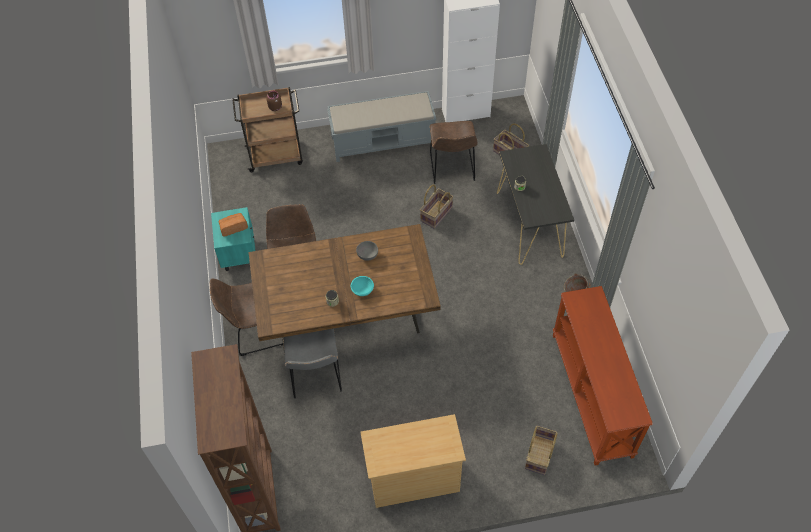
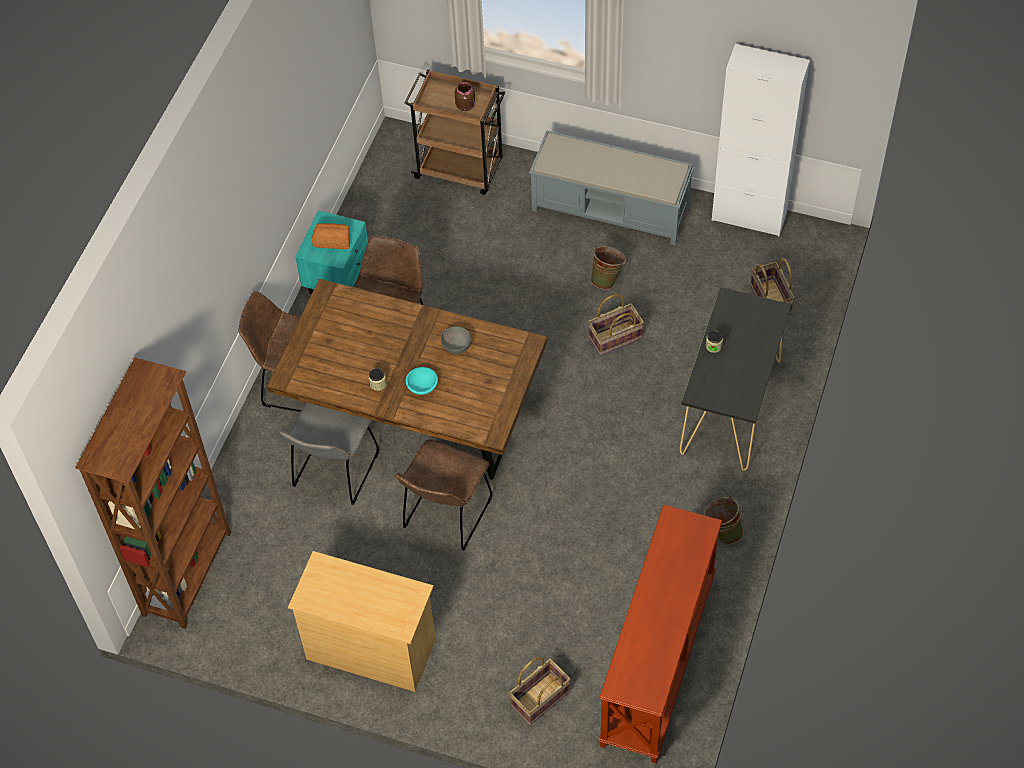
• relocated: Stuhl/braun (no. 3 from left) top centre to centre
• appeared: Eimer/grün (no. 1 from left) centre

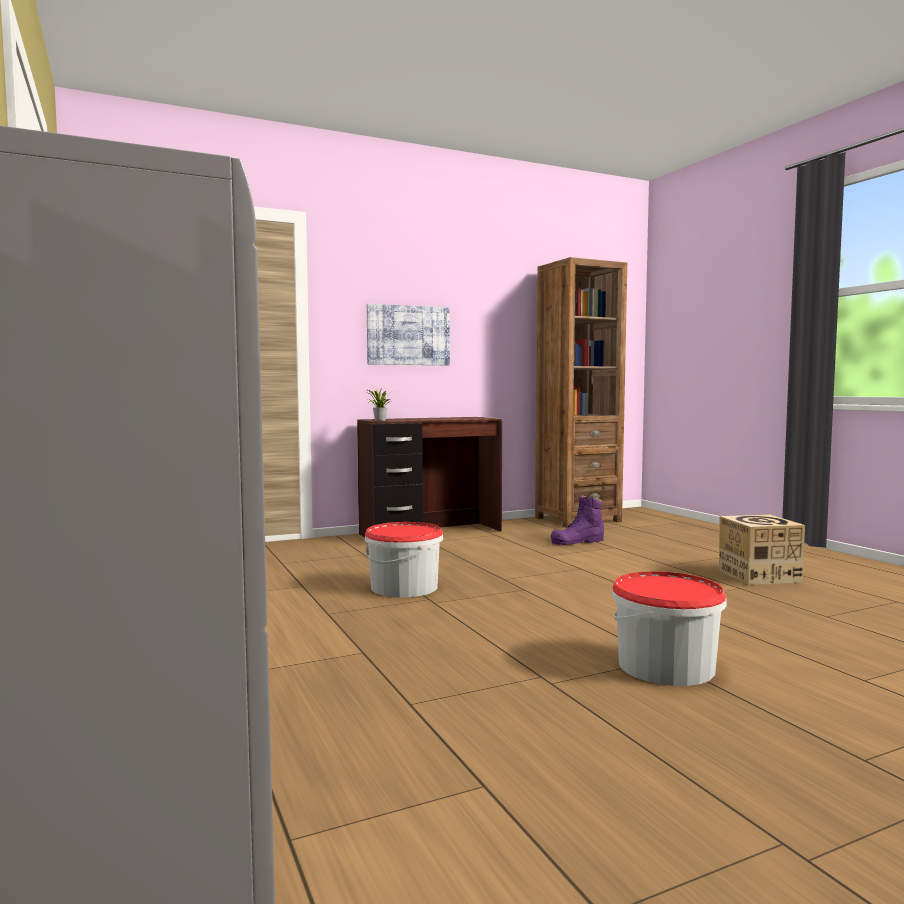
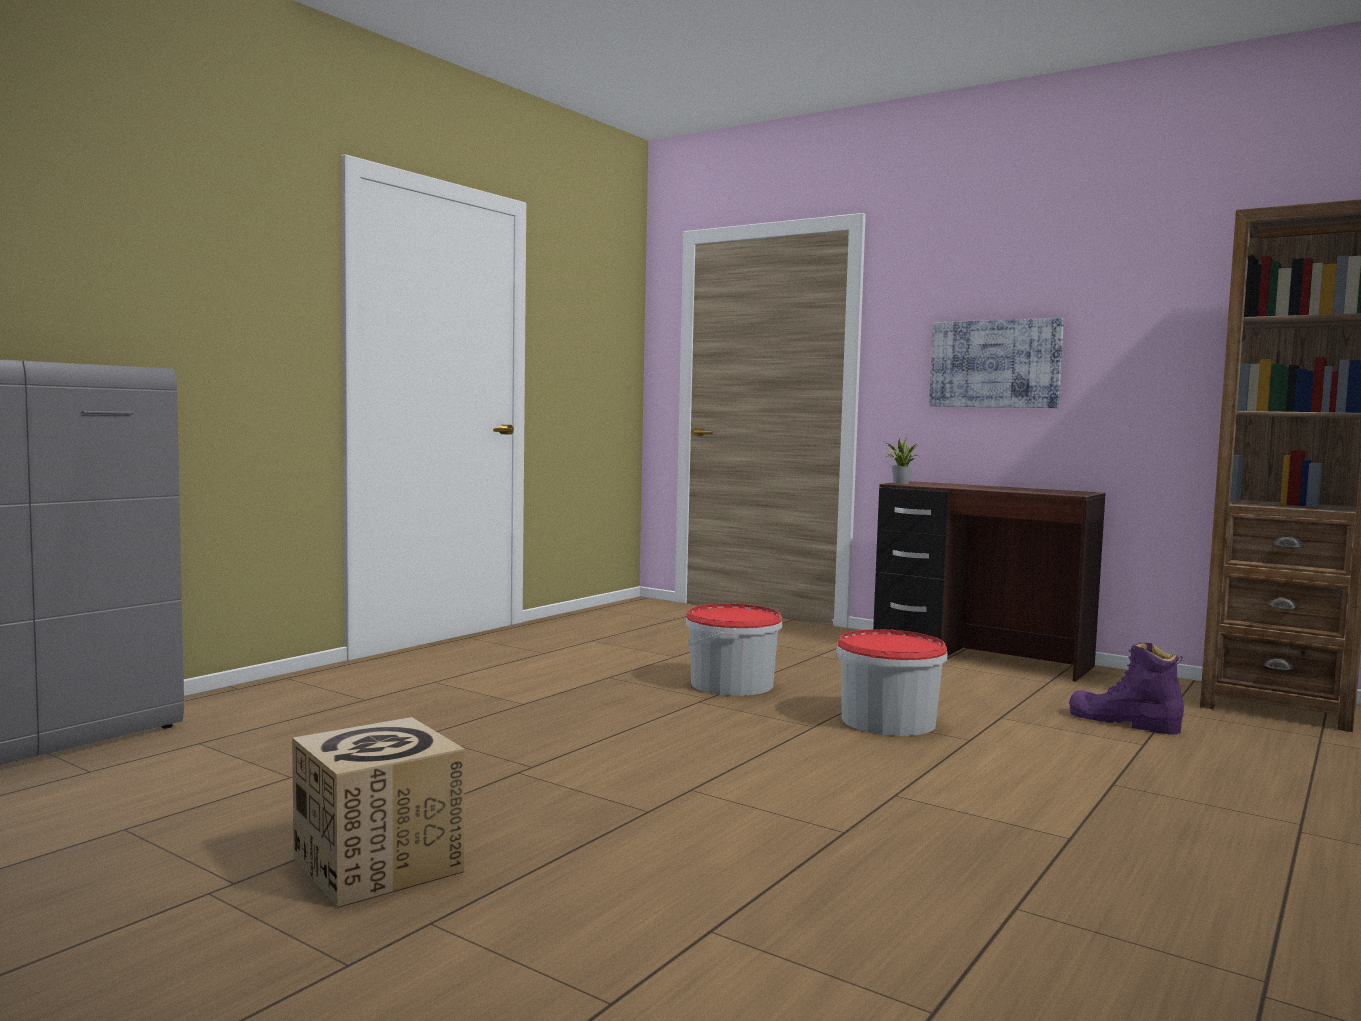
• relocated: Karton middle right to bottom left
• relocated: Eimer (no. 2 from left) bottom right to bottom centre

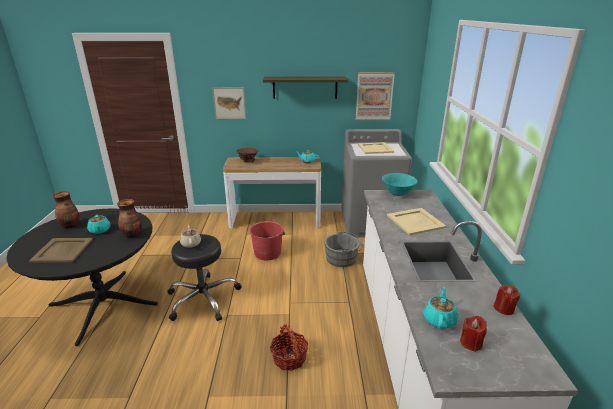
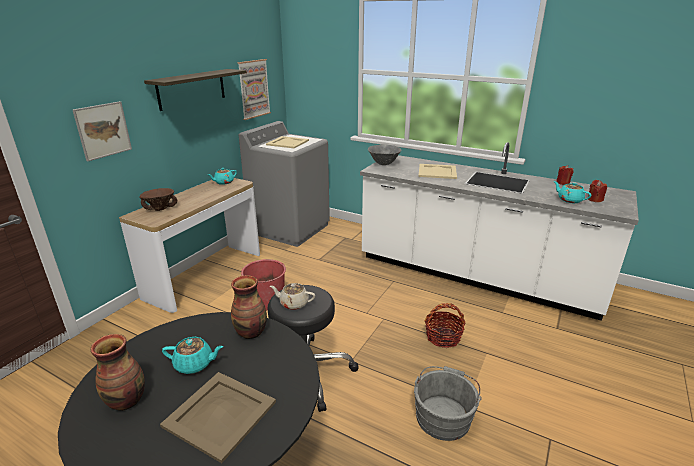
• colour: Schüssel/türkis centre to Schüssel/grau top centre
• relocated: Eimer/grau centre to bottom centre

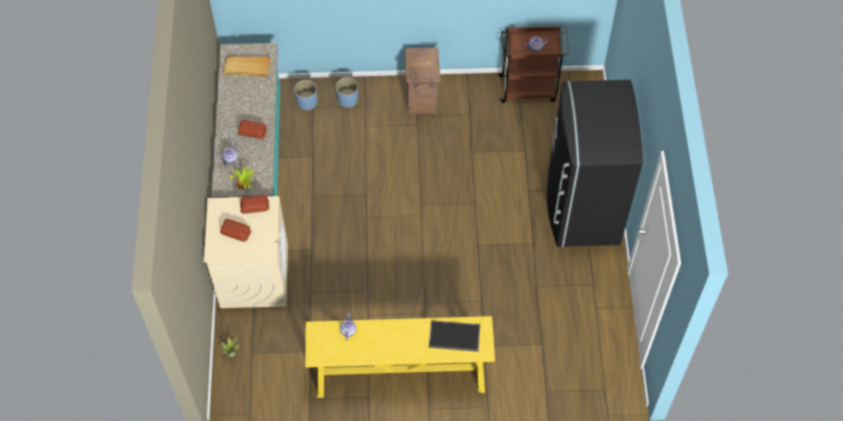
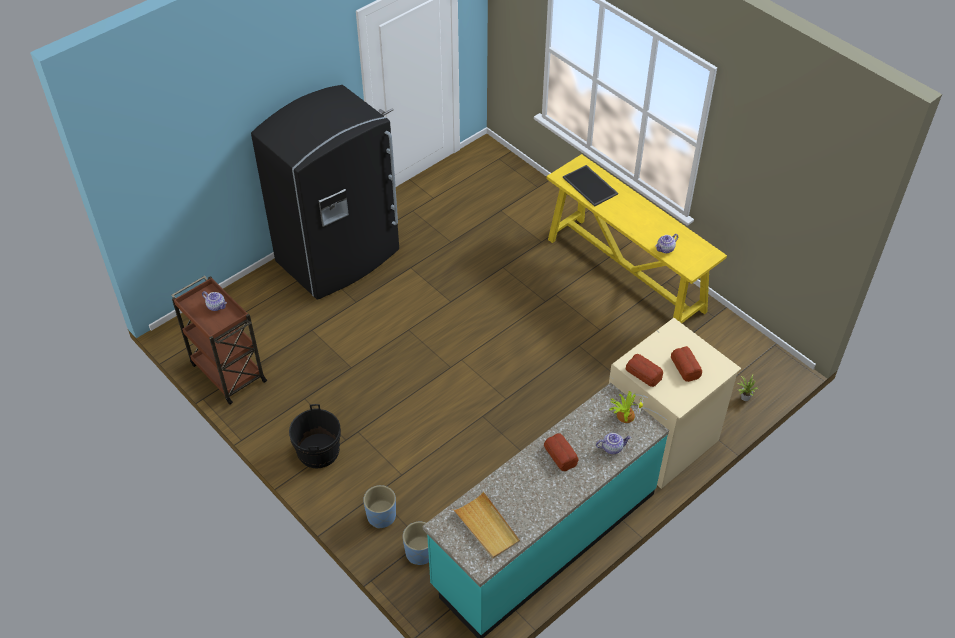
• exchanged: Kiste top centre to Eimer/schwarz bottom left

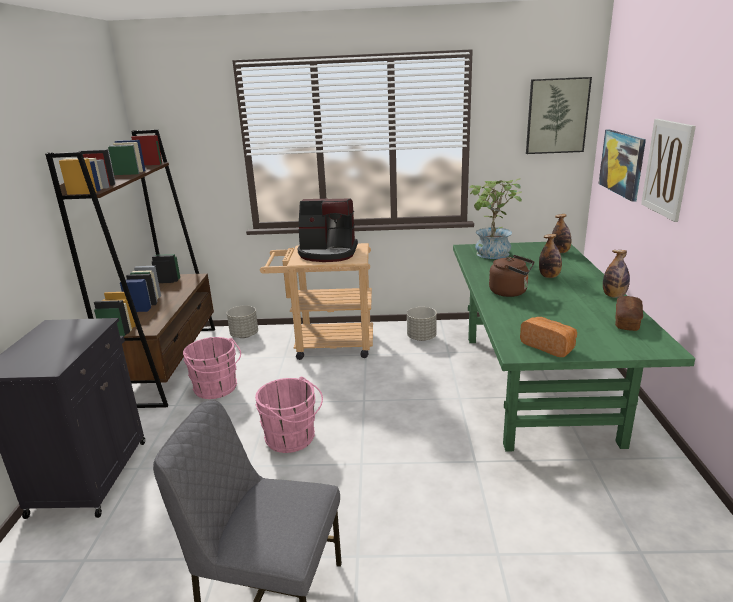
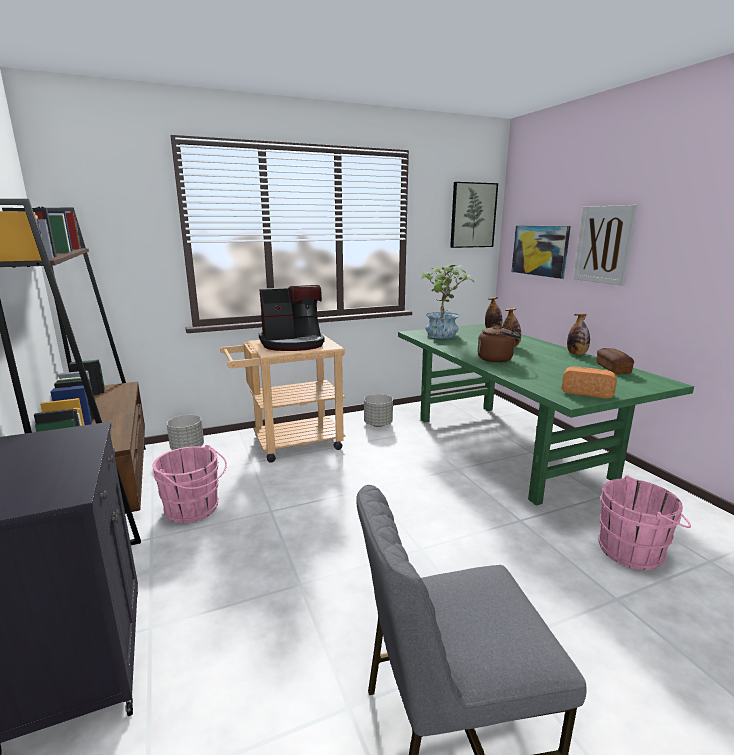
• relocated: Eimer/rosa (no. 2 from left) bottom centre to bottom right

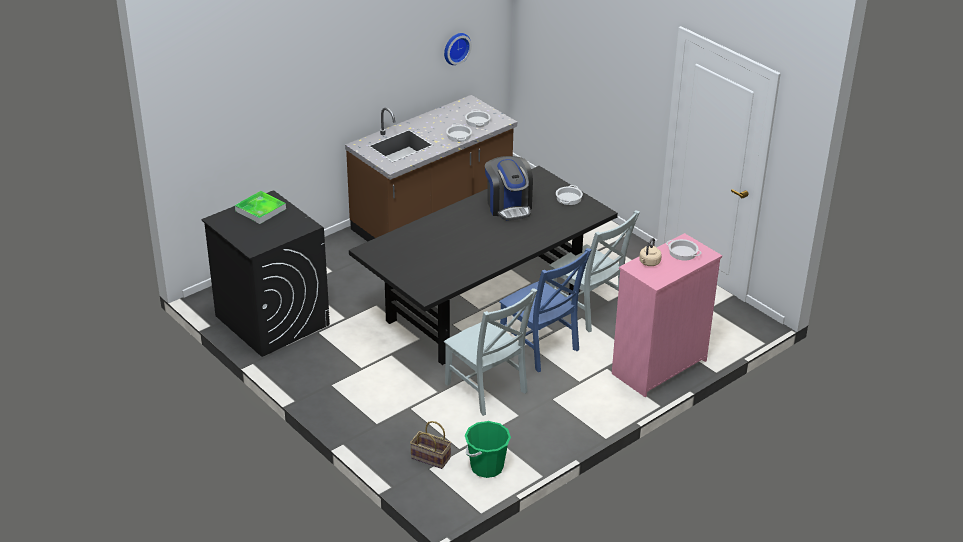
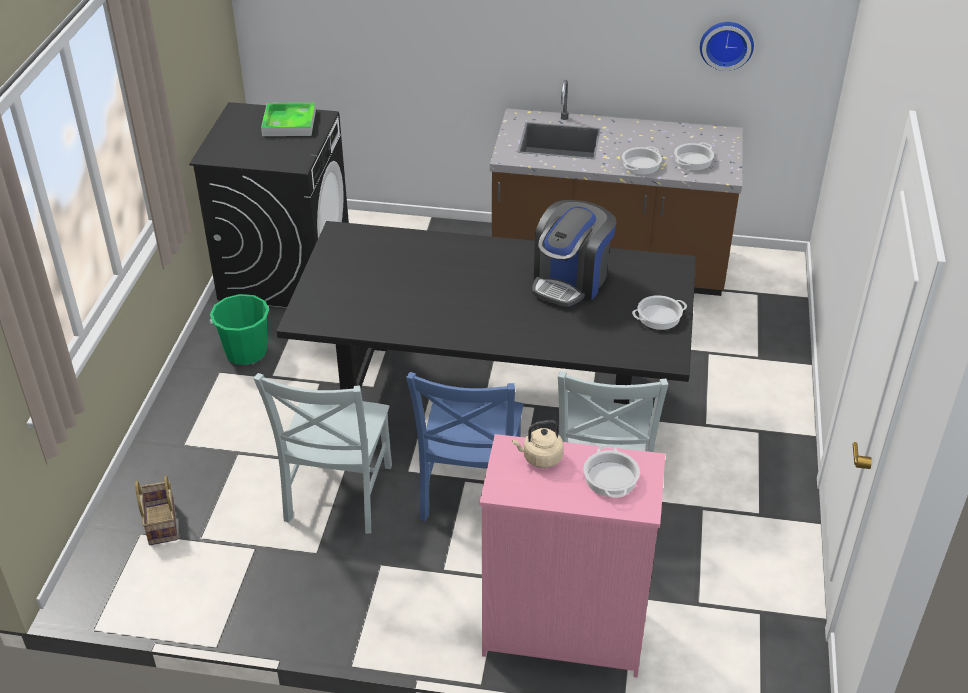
• relocated: Eimer/grün bottom centre to middle left

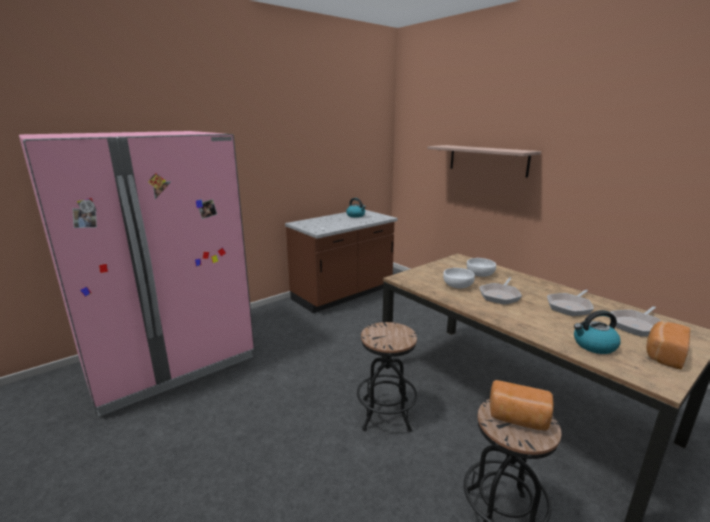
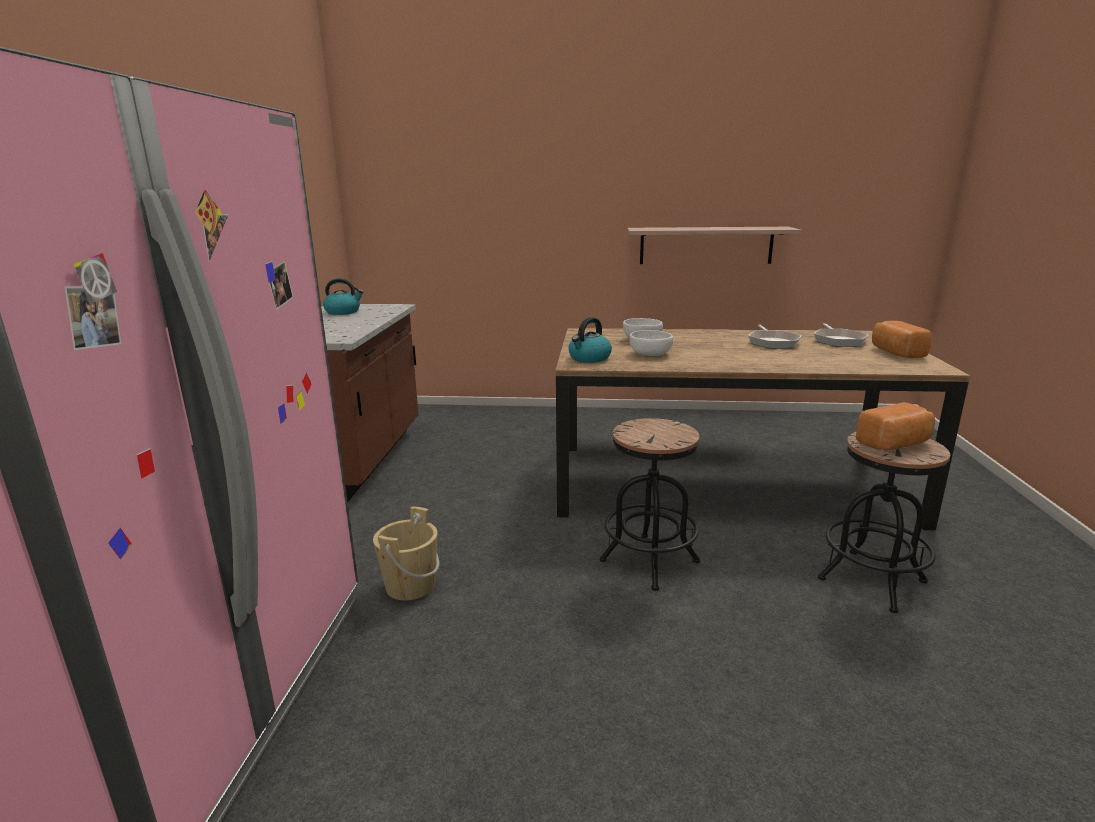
• relocated: Wandregal top right to top centre
• missing: Pfanne (no. 1 from left) middle right
• relocated: Wasserkessel (no. 2 from left) middle right to centre
• appeared: Eimer/beige bottom centre

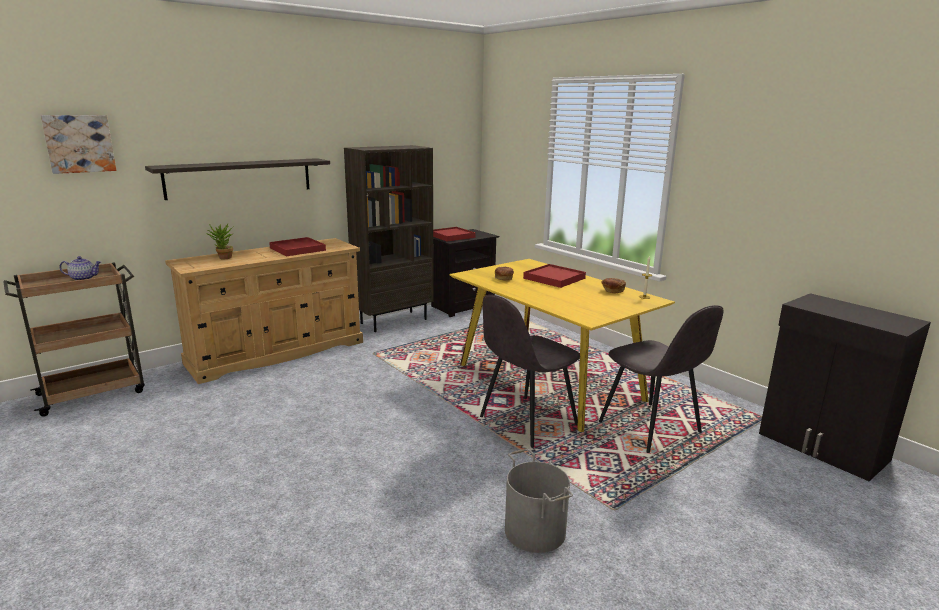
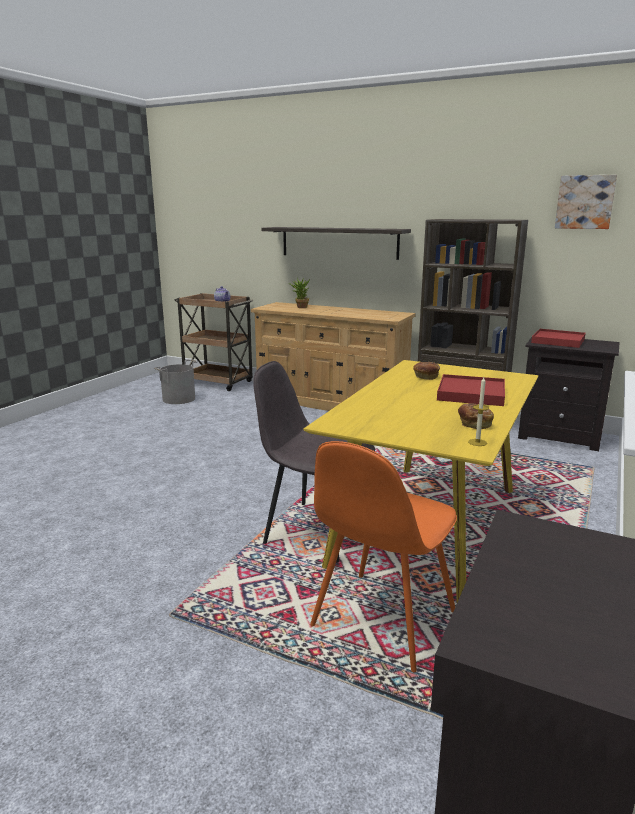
• relocated: Bild top left to top right
• missing: Tablett/rot (no. 1 from left) middle left
• colour: Stuhl/grau (no. 2 from left) middle right to Stuhl/orange bottom centre
• relocated: Eimer/grau bottom centre to middle left

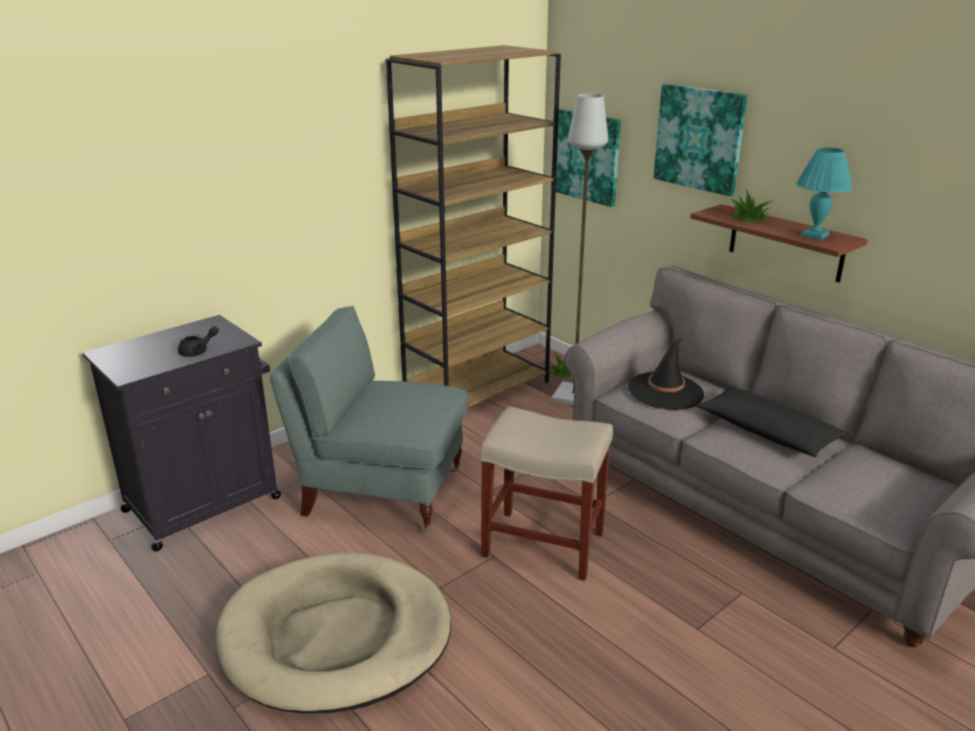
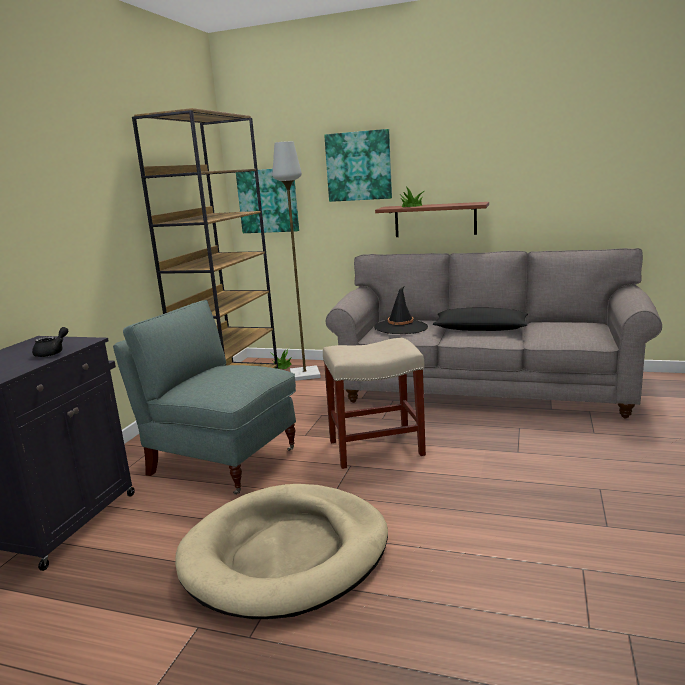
• missing: Tischlampe/türkis top right
• spun: Sessel/grau centre = middle left 45 degrees clockwise

